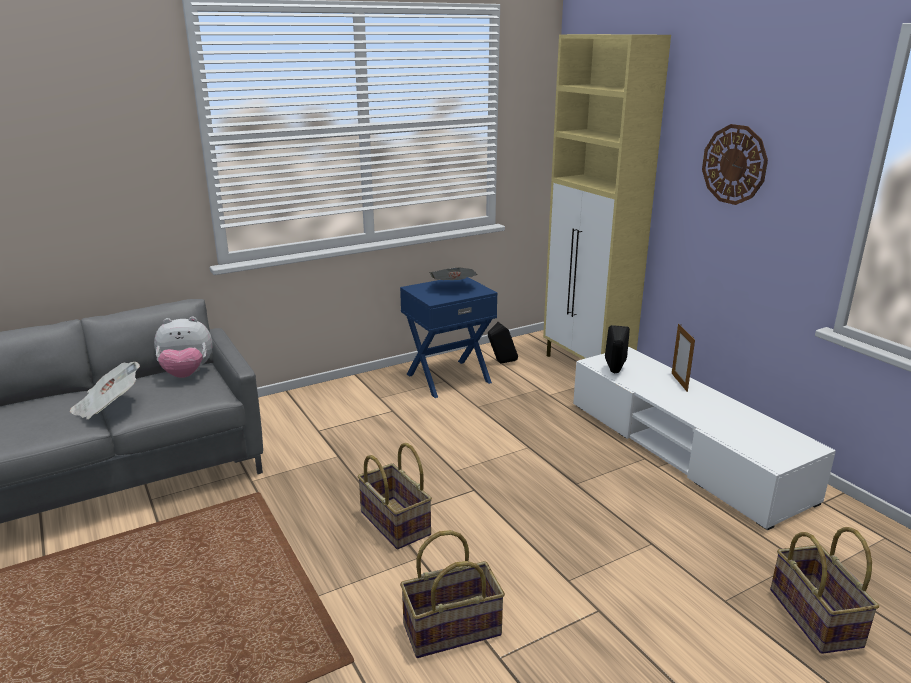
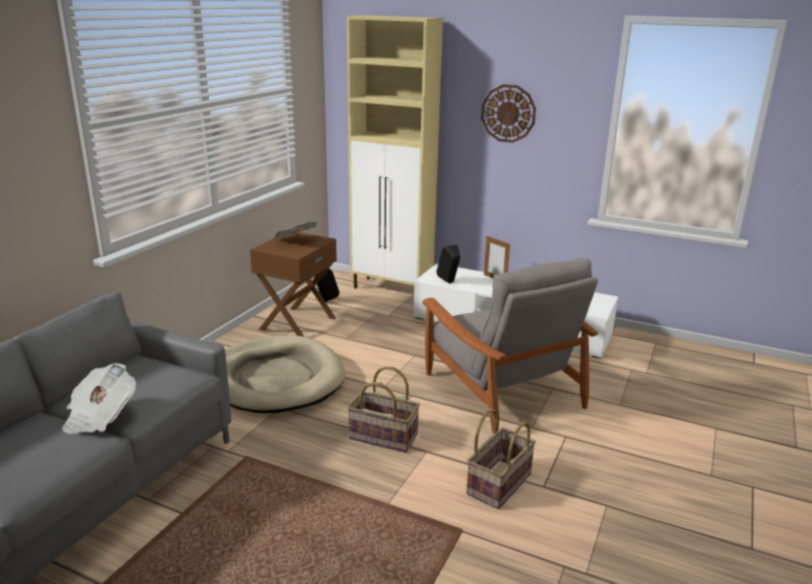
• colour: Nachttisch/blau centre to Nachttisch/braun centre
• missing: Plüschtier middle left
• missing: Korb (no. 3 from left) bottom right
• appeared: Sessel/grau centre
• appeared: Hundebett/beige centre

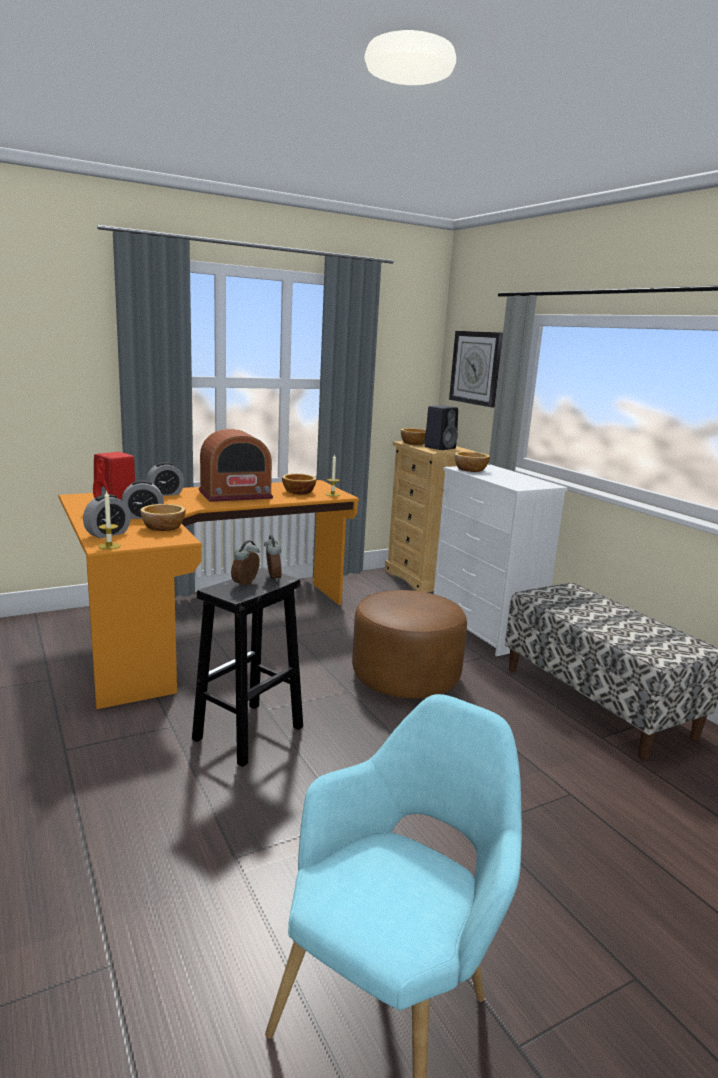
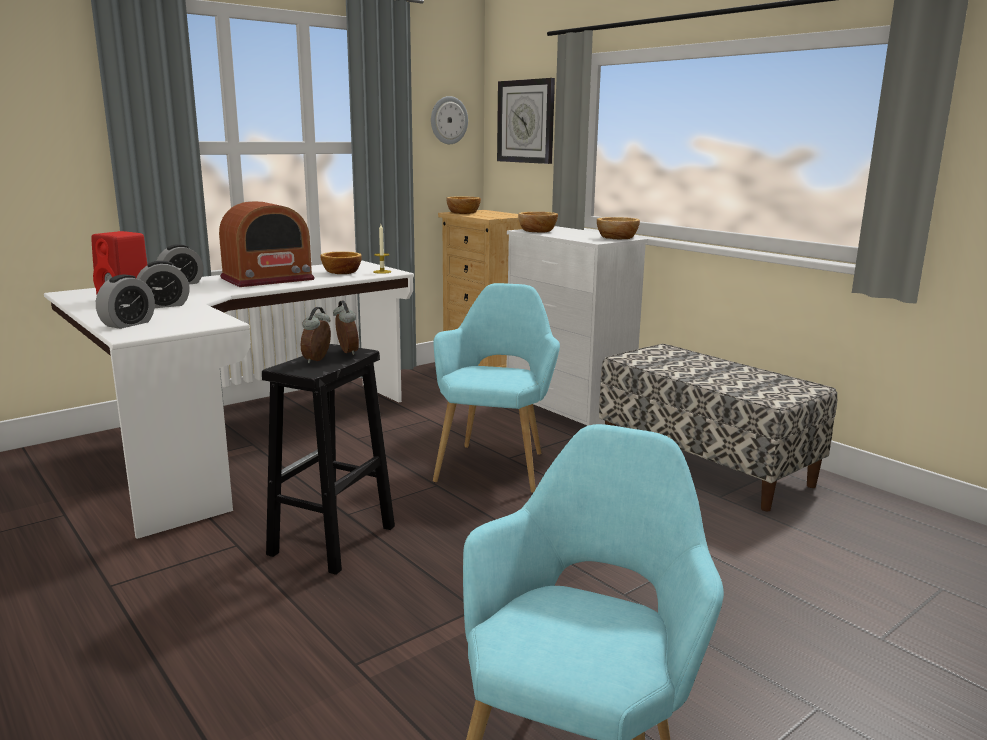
• missing: Lautsprecher/schwarz centre
• colour: Schreibtisch/orange middle left to Schreibtisch/weiß middle left
• missing: Kerze (no. 1 from left) middle left
• relocated: Schüssel (no. 1 from left in the first image) middle left to Schüssel (no. 4 from left) top centre
• exchanged: Polsterhocker/braun centre to Sessel/türkis (no. 1 from left) centre
• appeared: Wanduhr (no. 1 from left) top centre

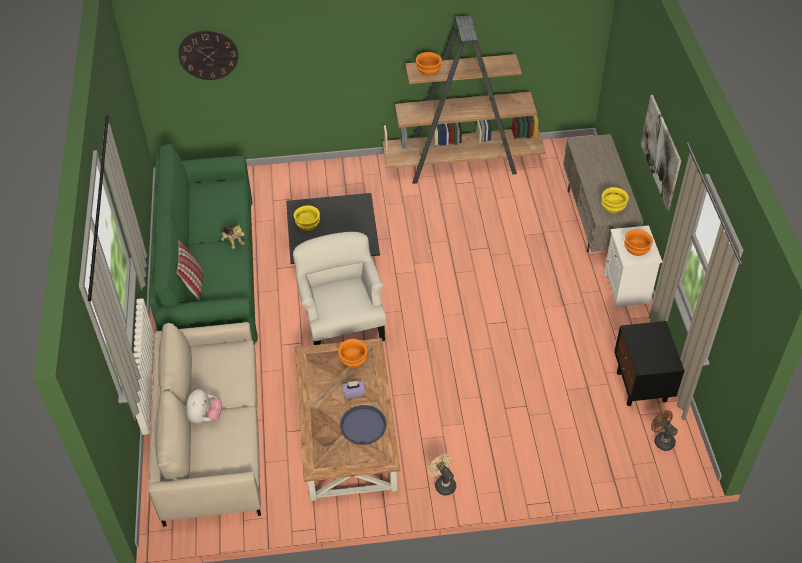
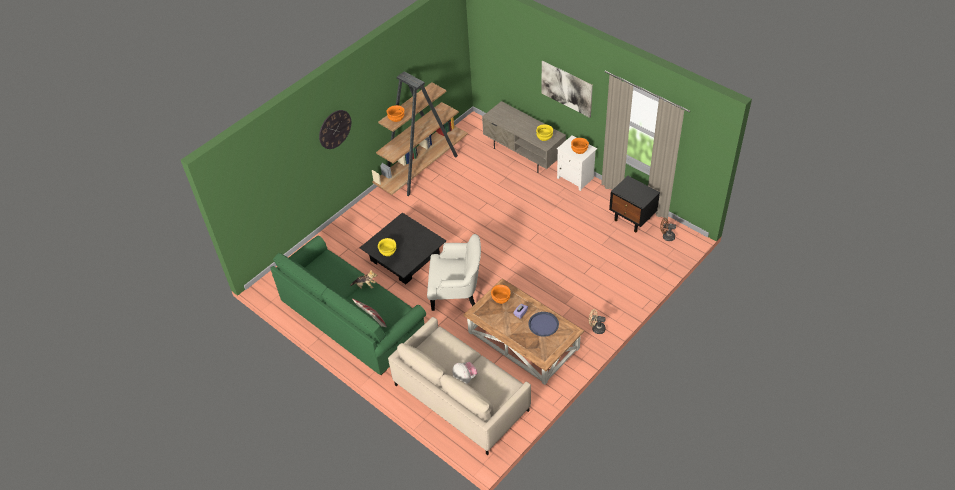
• relocated: Wanduhr top left to top centre
• spun: Sessel/weiß centre = centre 150 degrees clockwise

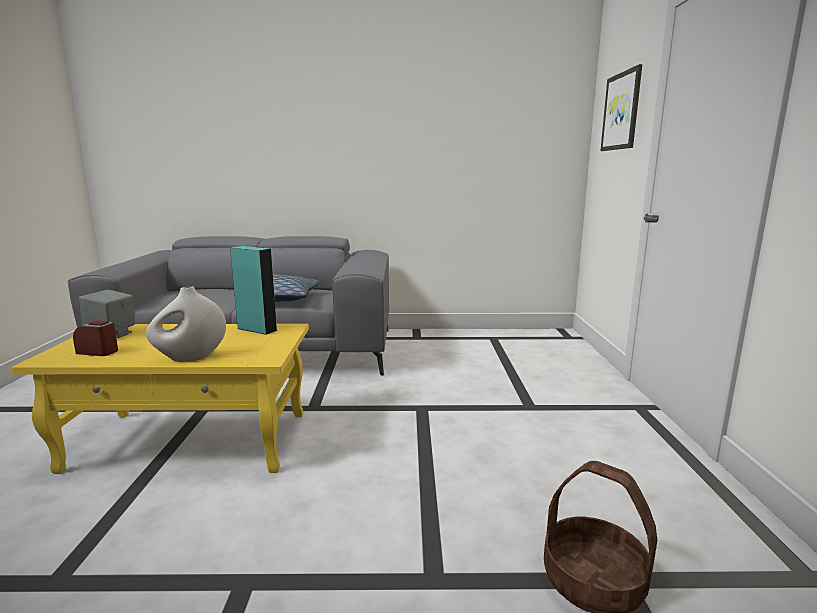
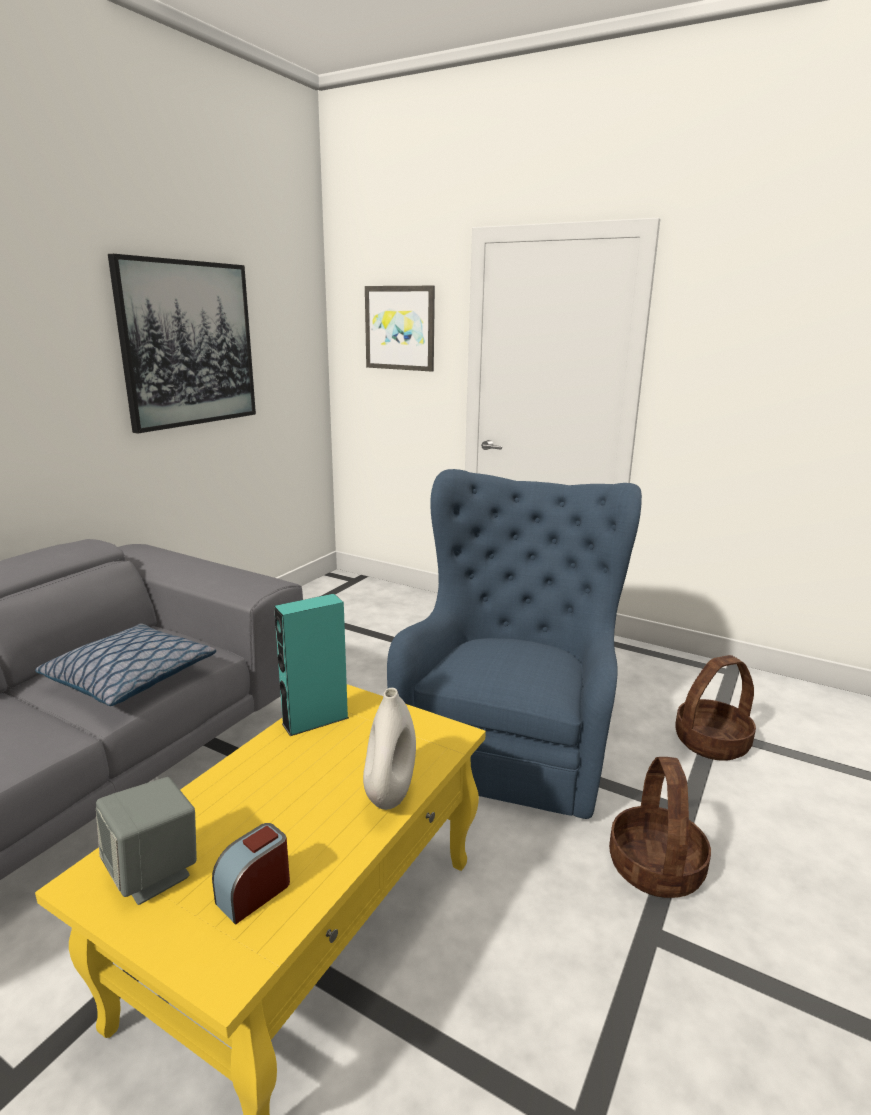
• appeared: Bild (no. 1 from left) top left
• appeared: Sessel/blau centre
• appeared: Korb (no. 1 from left) bottom right

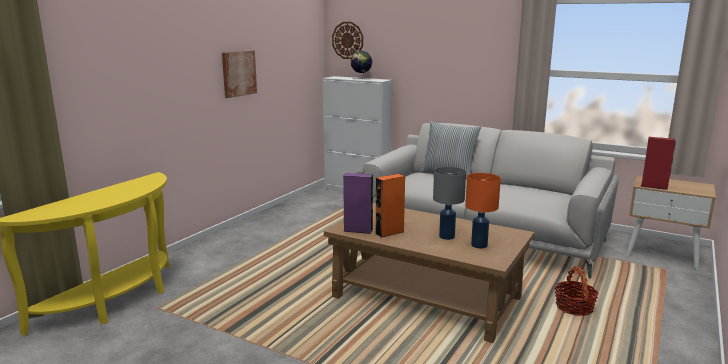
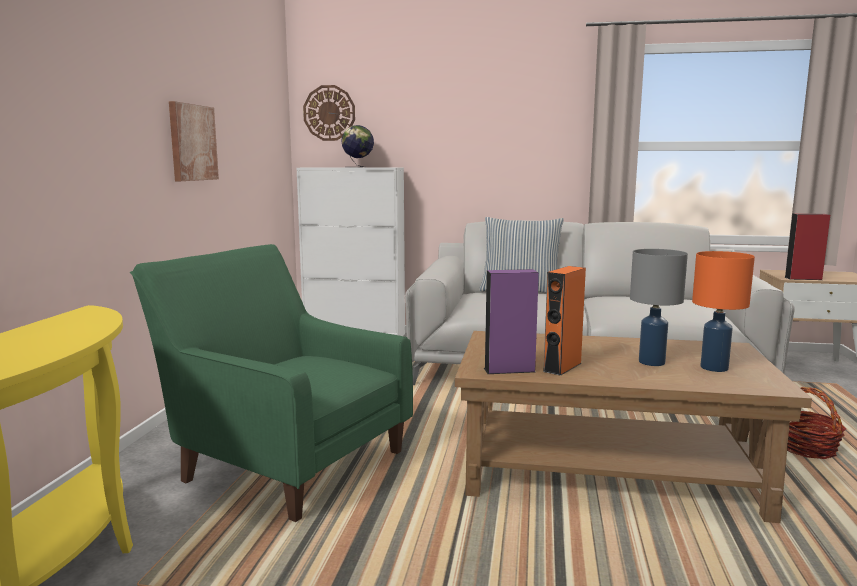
• appeared: Sessel/grün middle left

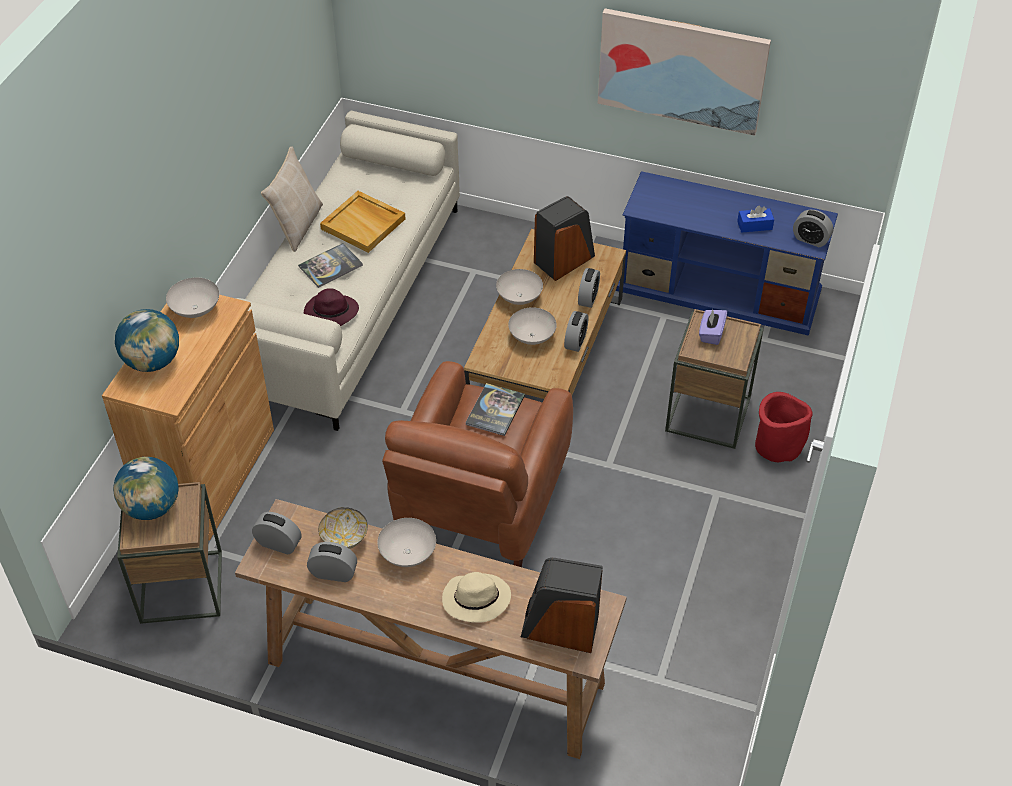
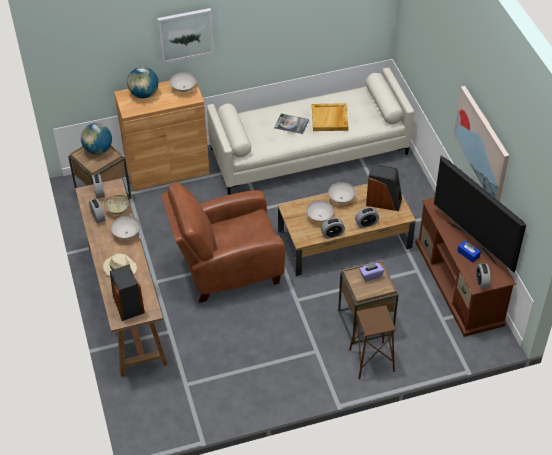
• missing: Kissen/beige top left
• colour: Fernsehschrank/blau top right to Fernsehschrank/braun middle right
• missing: Hut/lila middle left
• missing: Buch (no. 2 from left) centre
• exchanged: Pflanzkübel/rot middle right to Hocker/braun bottom right
• appeared: Bild (no. 1 from left) top centre
• appeared: Fernseher middle right

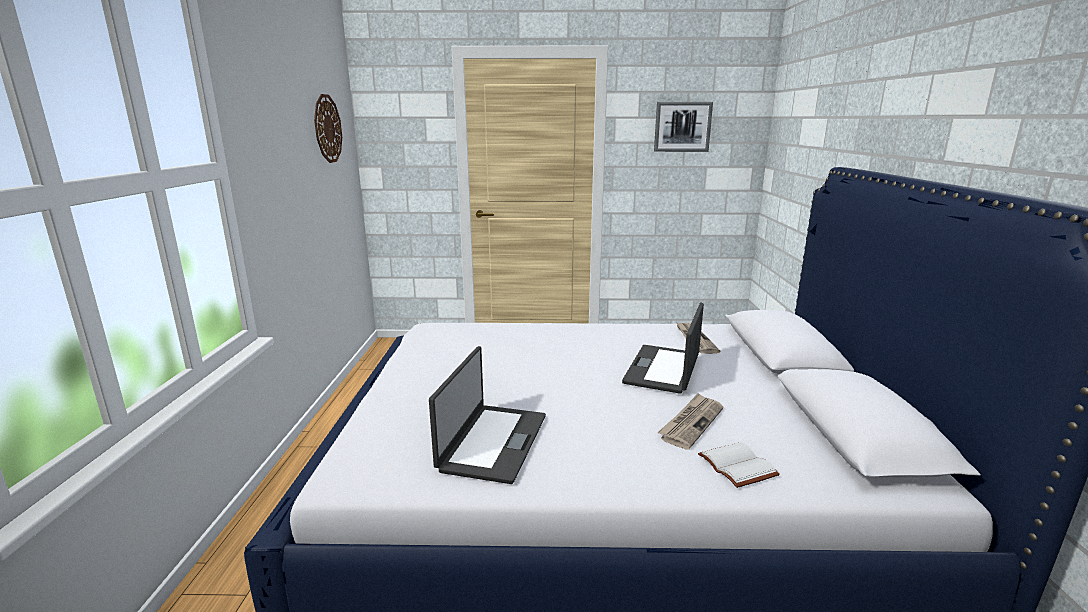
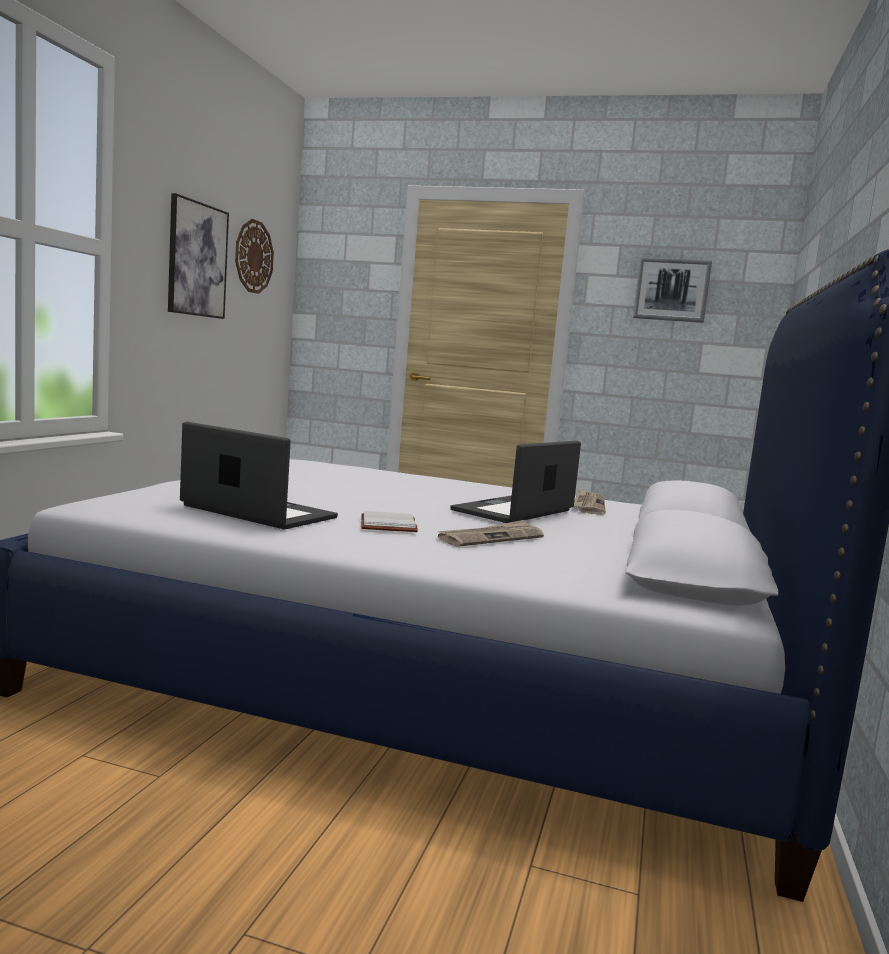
• spun: Laptop (no. 1 from left) bottom centre = middle left 90 degrees counterclockwise
• relocated: Buch/weiß bottom right to centre
• appeared: Bild (no. 1 from left) top left

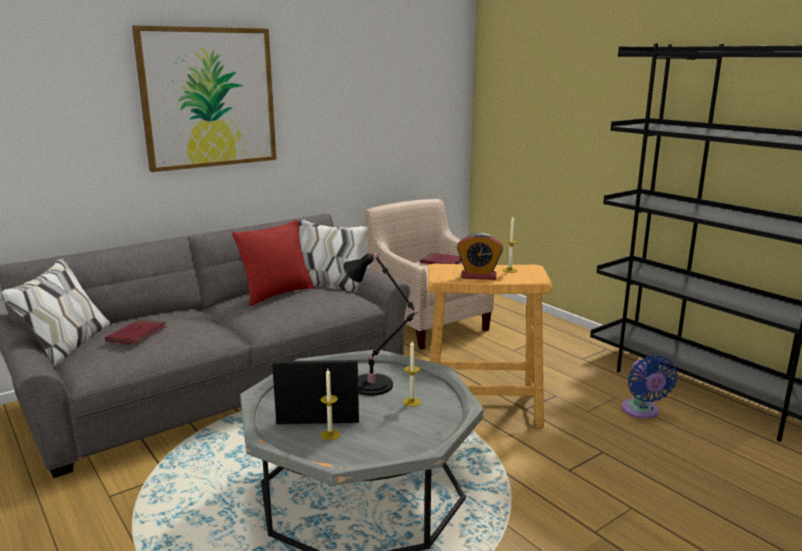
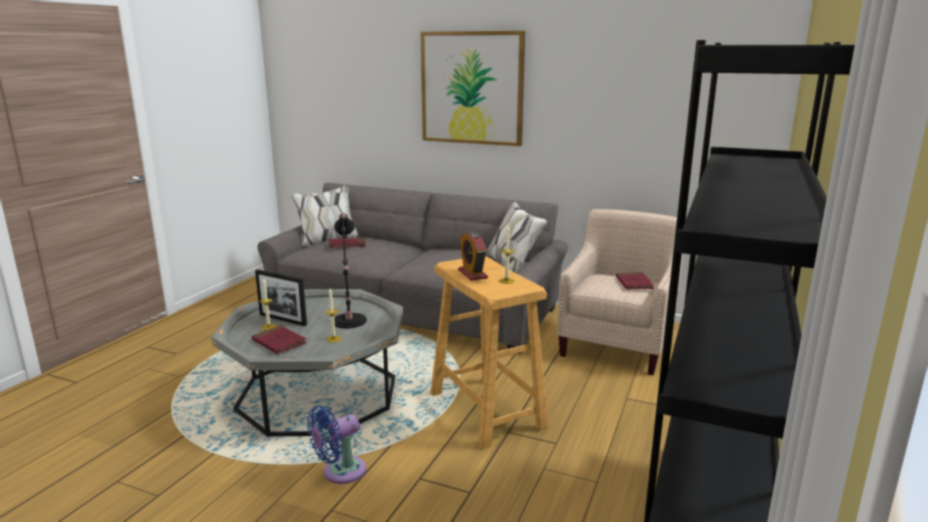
• missing: Kissen/rot centre
• relocated: Ventilator/blau bottom right to bottom centre
• spun: Bilderrahmen bottom centre = middle left 150 degrees clockwise
• appeared: Buch/rot (no. 1 from left) middle left

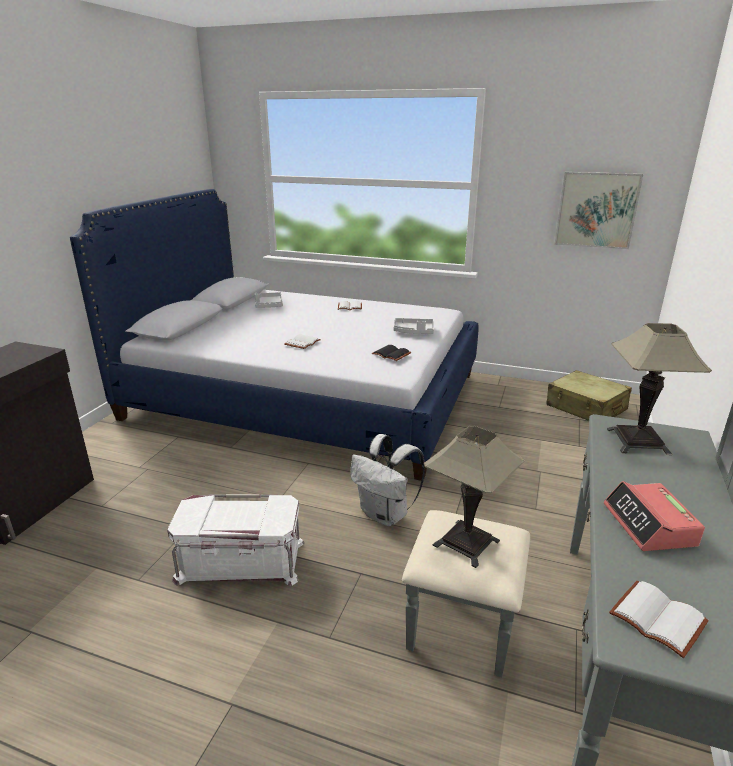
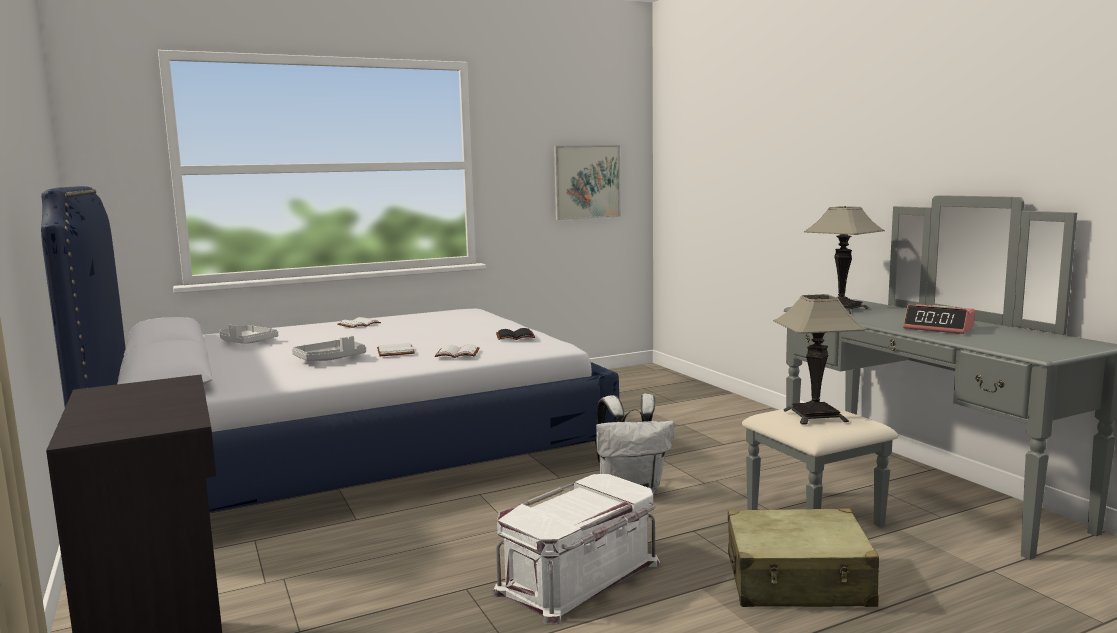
• relocated: Tablett/grau (no. 2 from left) centre to middle left
• relocated: Koffer/beige middle right to bottom right
• relocated: Buch/weiß (no. 3 from left) bottom right to centre

